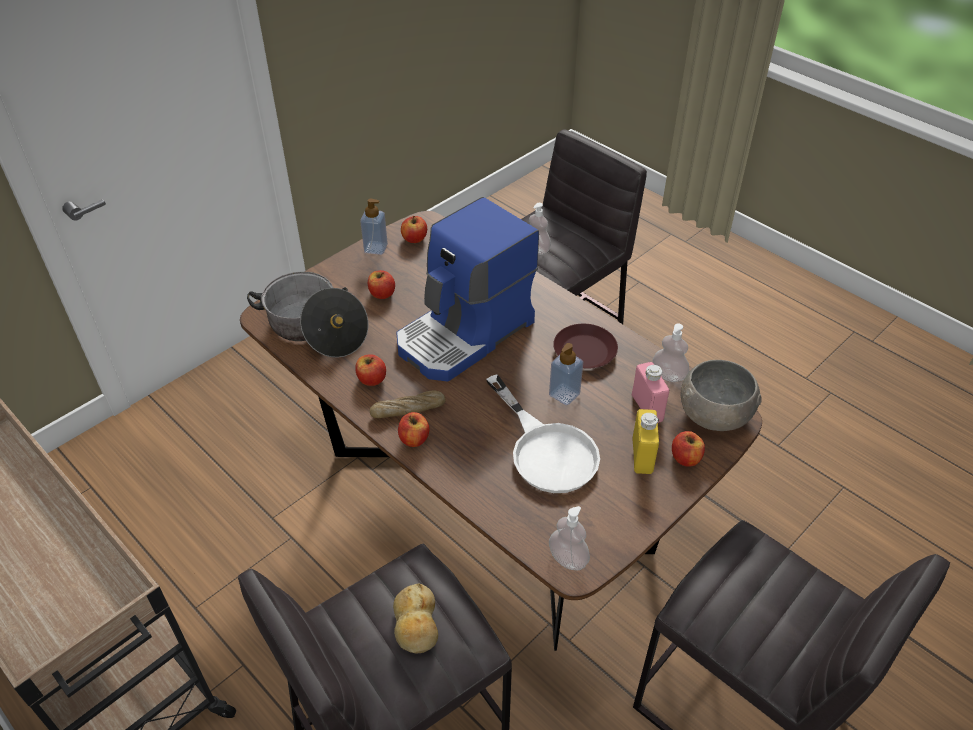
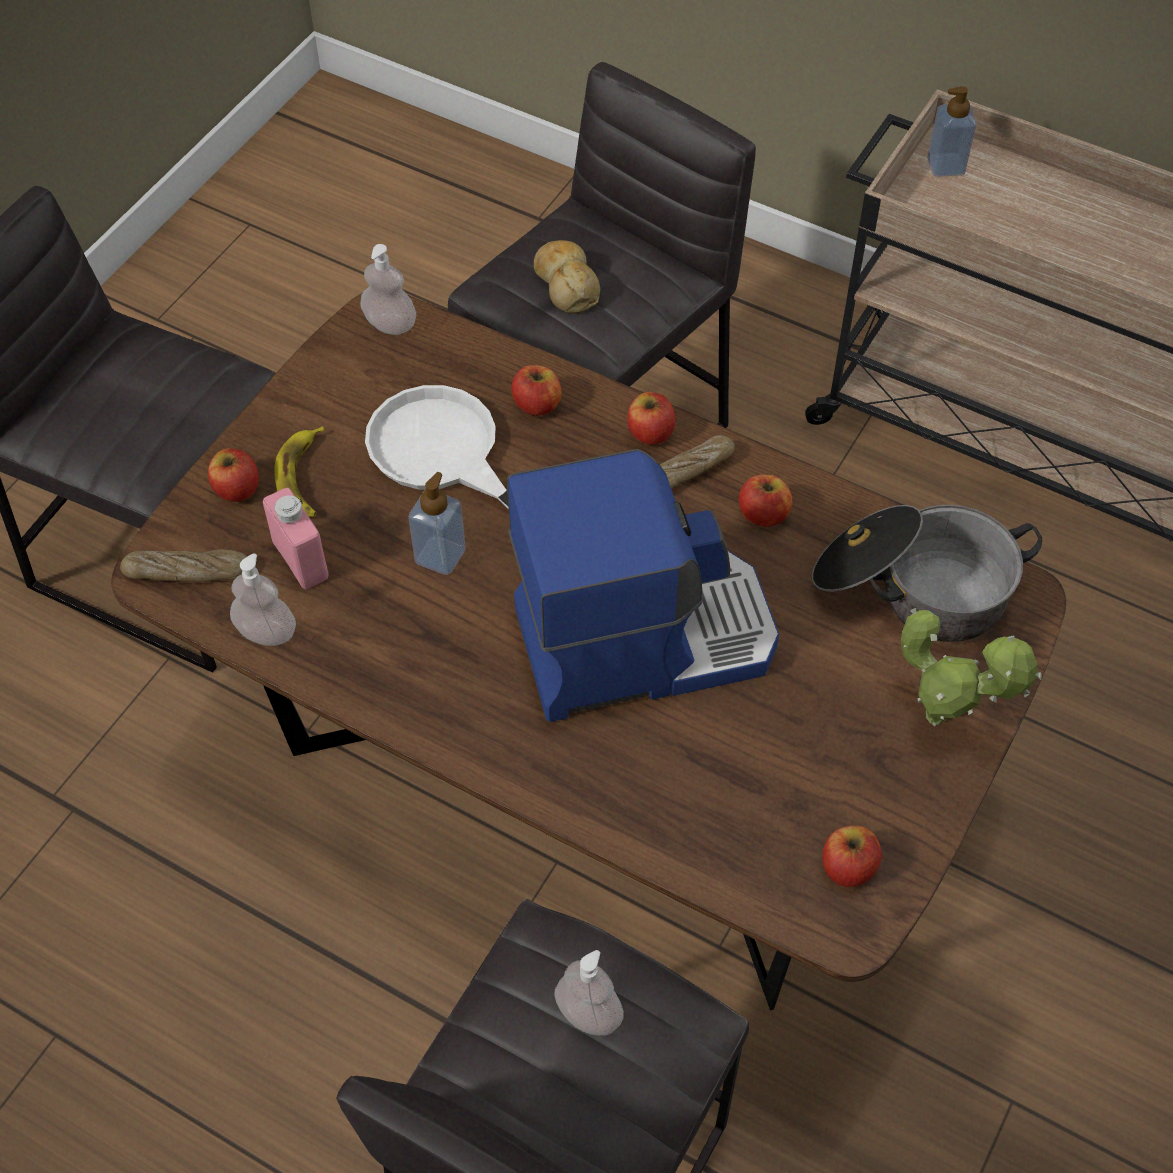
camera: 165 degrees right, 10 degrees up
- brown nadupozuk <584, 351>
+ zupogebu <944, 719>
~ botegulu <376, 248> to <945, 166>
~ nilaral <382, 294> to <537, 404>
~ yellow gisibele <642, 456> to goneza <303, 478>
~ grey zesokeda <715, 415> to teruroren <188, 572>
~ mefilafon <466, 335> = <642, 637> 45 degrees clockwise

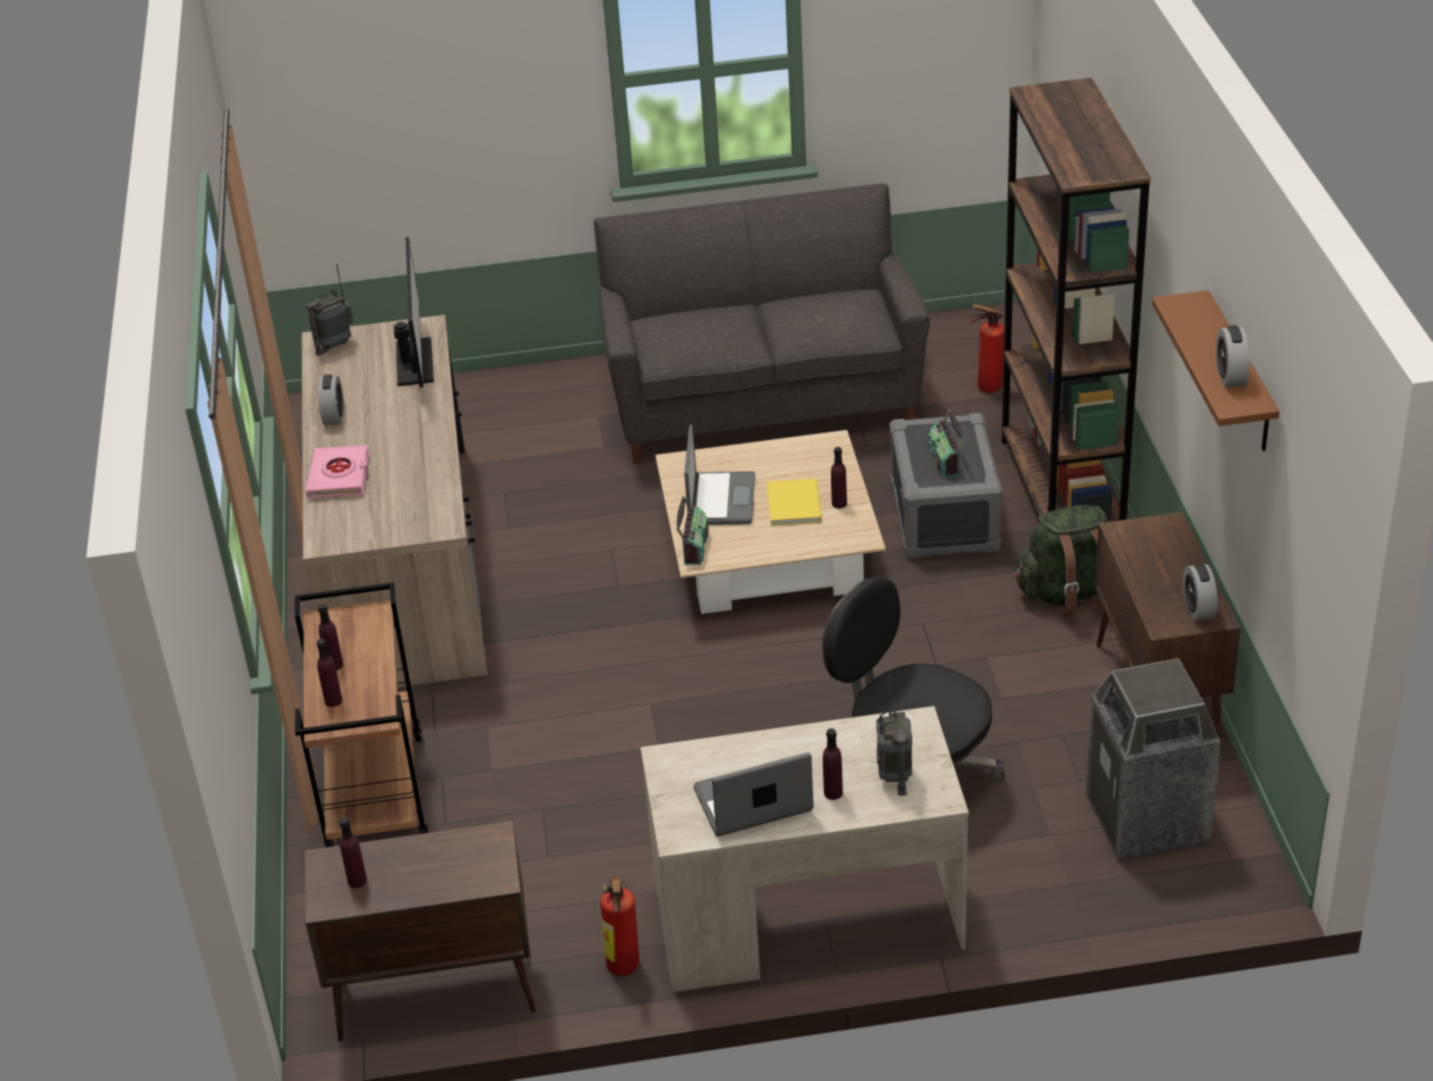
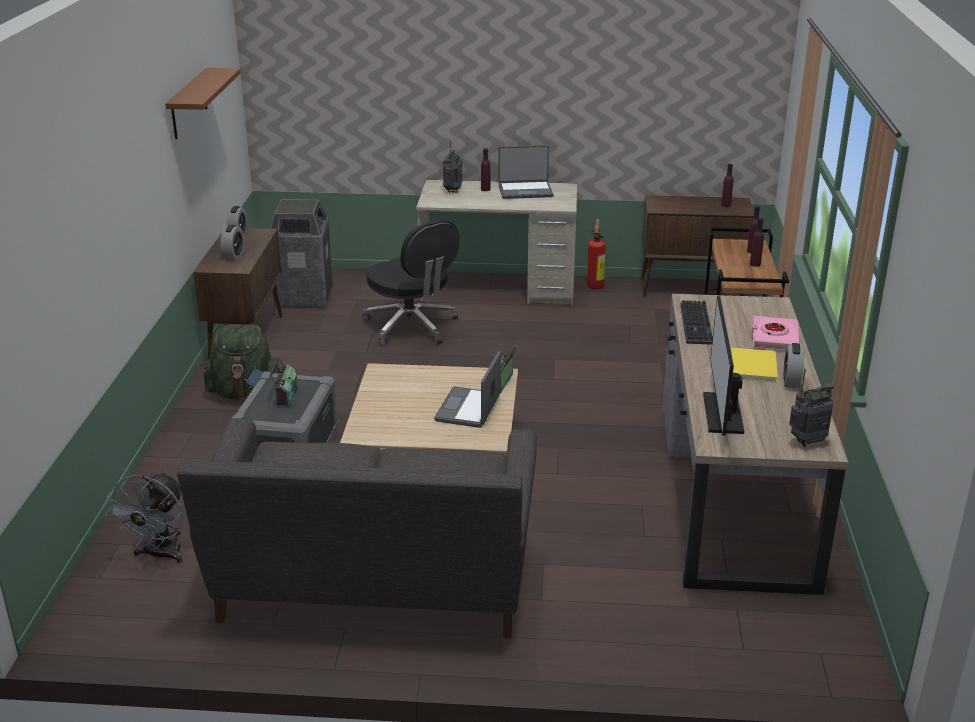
camera: 170 degrees left, 10 degrees down
- purple gisibele <839, 503>
- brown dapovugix <1061, 490>
+ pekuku <698, 325>
~ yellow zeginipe <795, 503> to <751, 368>
~ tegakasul <1230, 376> to <233, 255>
~ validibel <985, 387> to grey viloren <160, 555>

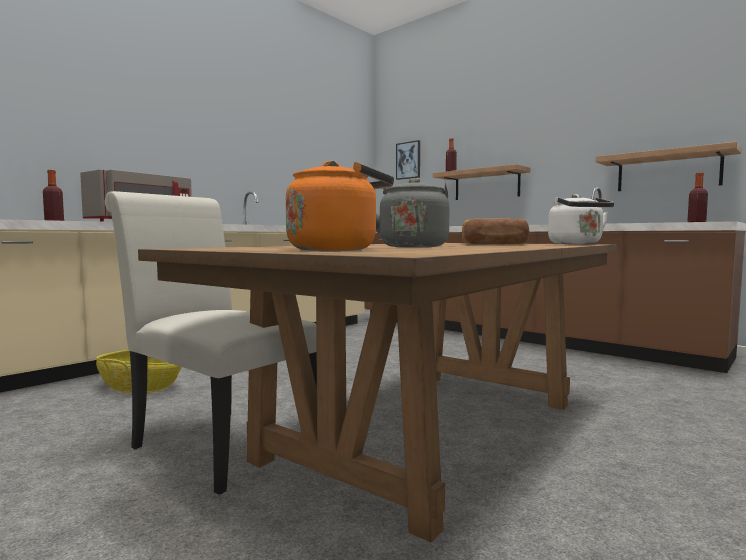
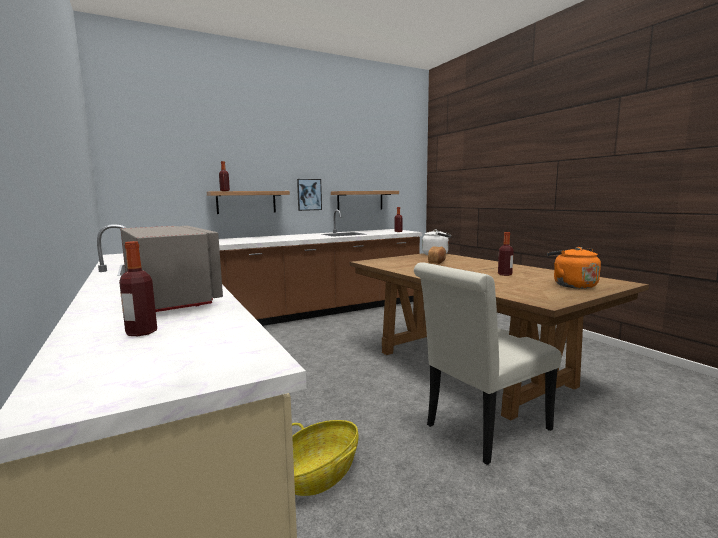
camera: 70 degrees left, 5 degrees up
~ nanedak <408, 160> to <309, 194>
~ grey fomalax <413, 246> to gisibele <504, 274>

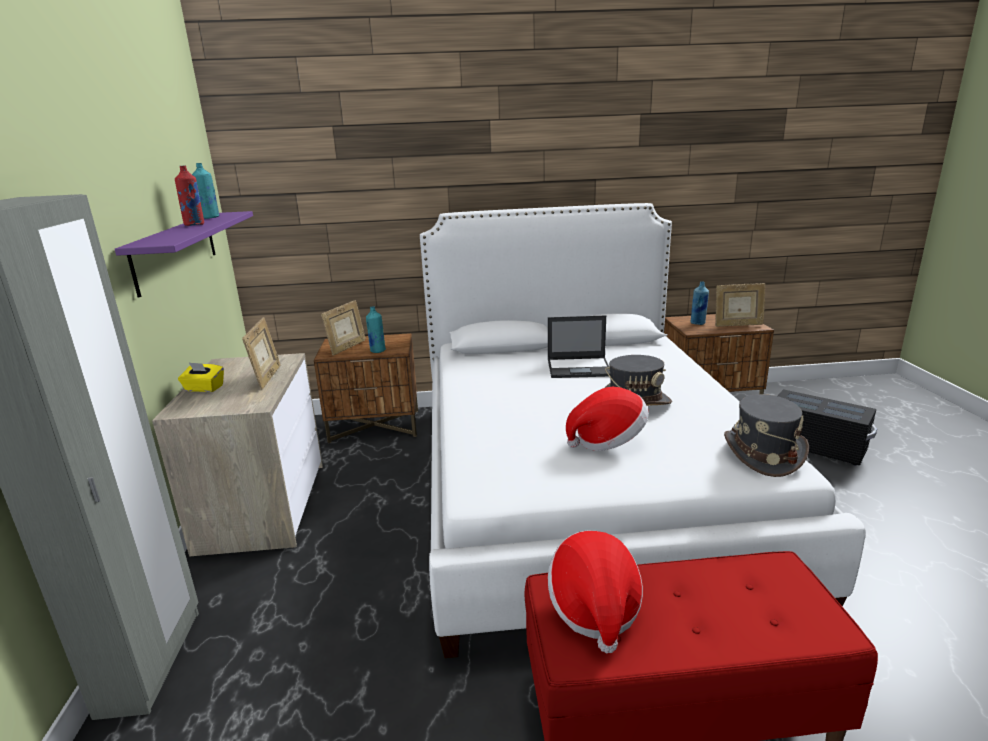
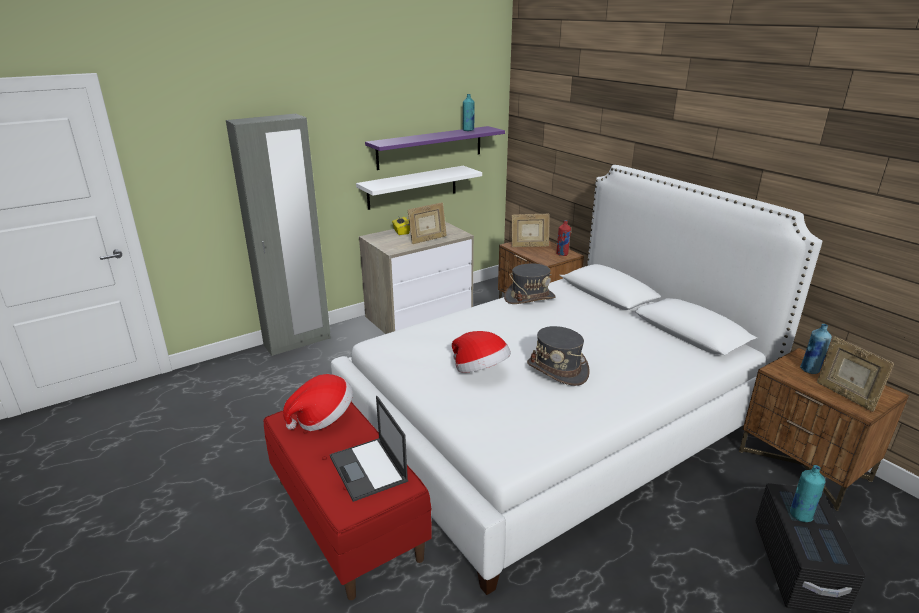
camera: 60 degrees right, 5 degrees up
+ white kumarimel <412, 187>
~ red gisibele <194, 225> to <562, 254>
~ turquoise gisibele <377, 351> to <800, 515>
~ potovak <579, 368> to <369, 469>
~ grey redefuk <763, 454> to <529, 298>

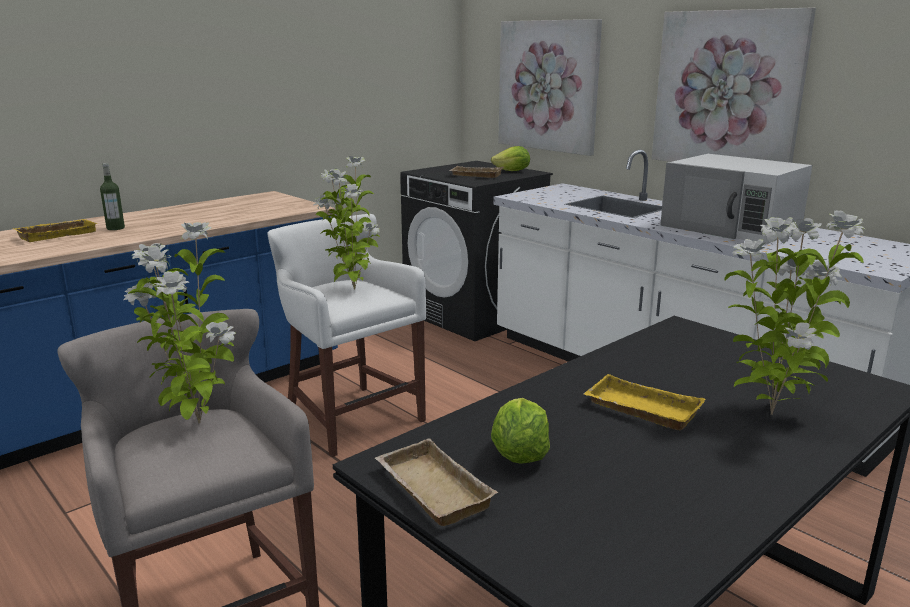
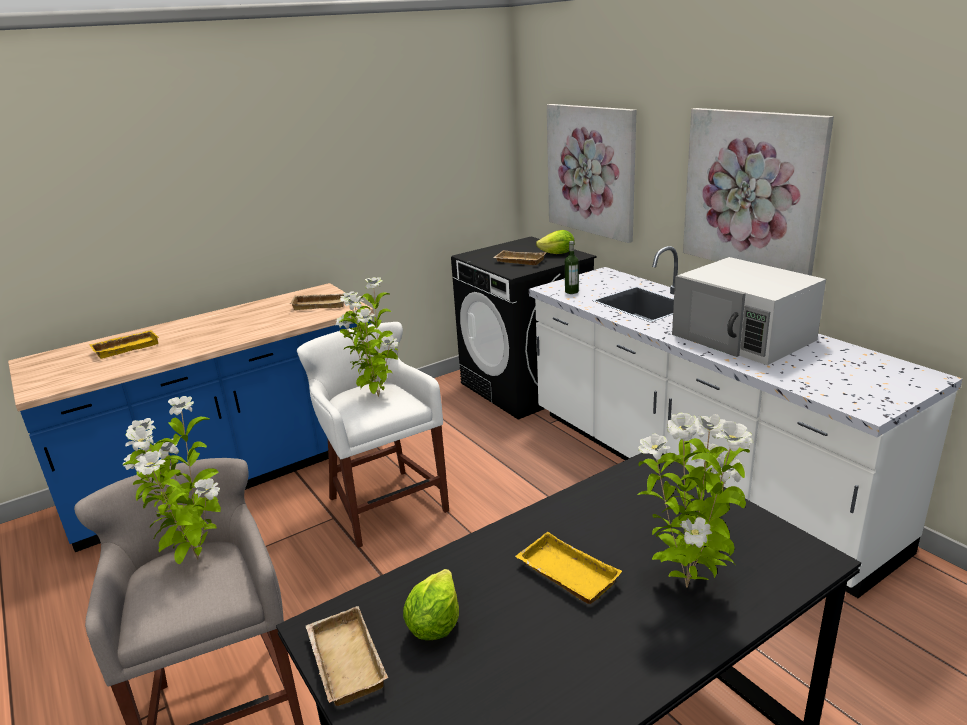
camera: 10 degrees right, 5 degrees up
+ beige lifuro <320, 304>
~ gisibele <115, 228> to <571, 291>

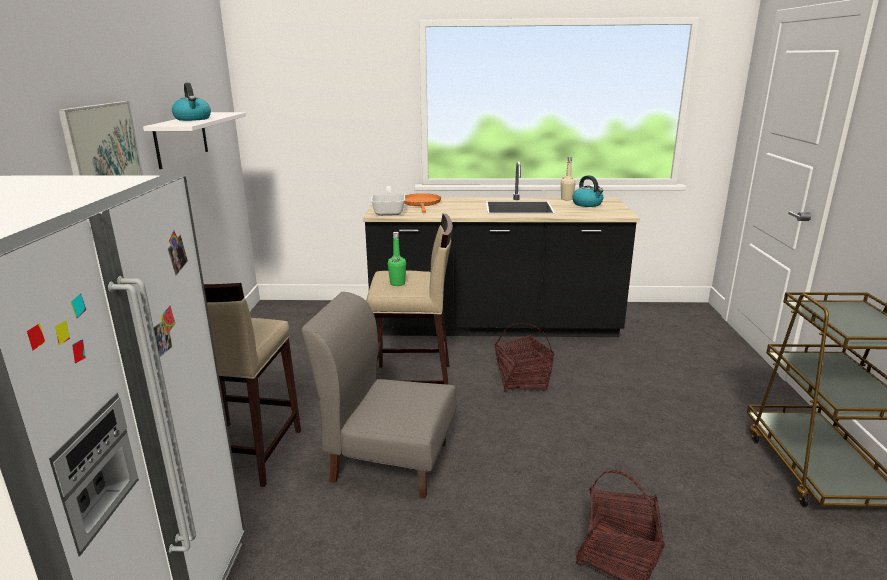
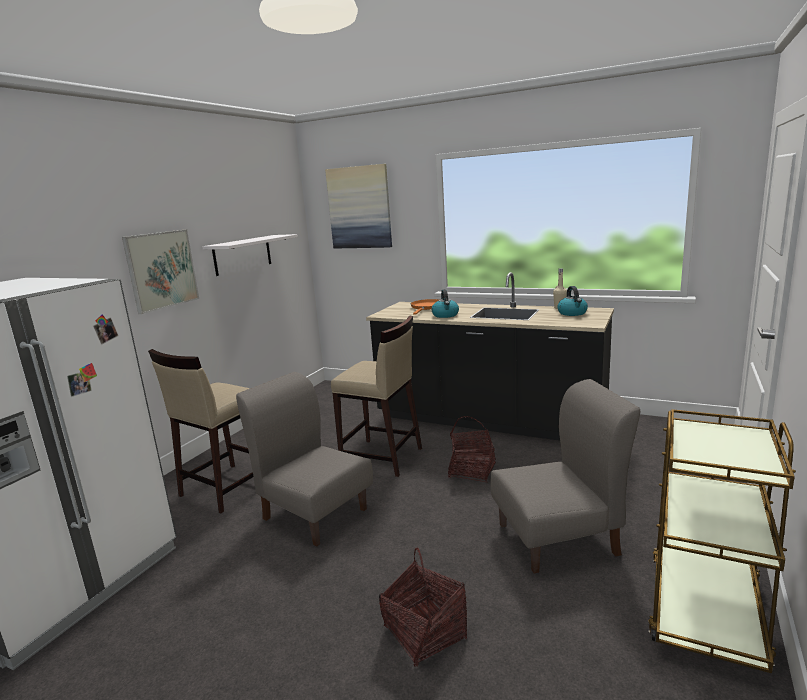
camera: 25 degrees right, 5 degrees down
- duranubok <389, 211>
- green gisibele <397, 283>
+ nanedak <359, 207>
+ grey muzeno <558, 539>
~ fomalax <193, 119> to <445, 315>

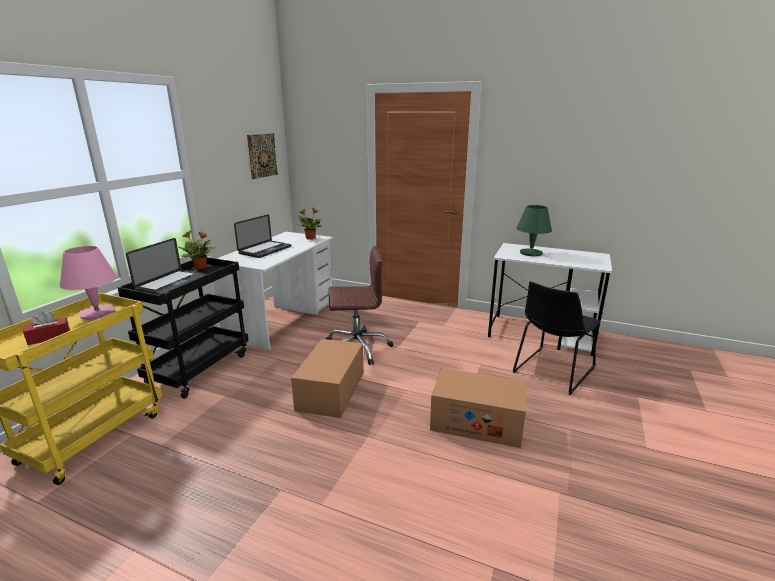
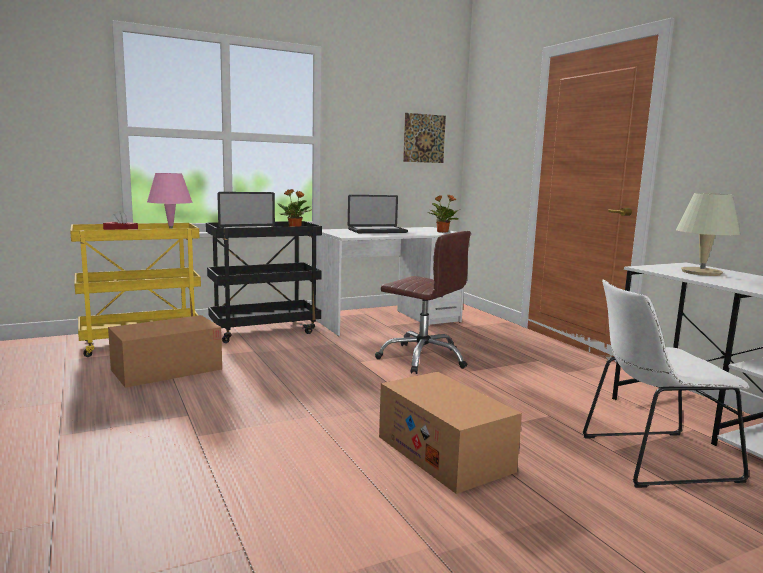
camera: 40 degrees right, 10 degrees down
~ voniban <331, 391> to <167, 369>
~ black muzeno <552, 371> to white muzeno <652, 458>
~ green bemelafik <530, 253> to beige bemelafik <701, 272>

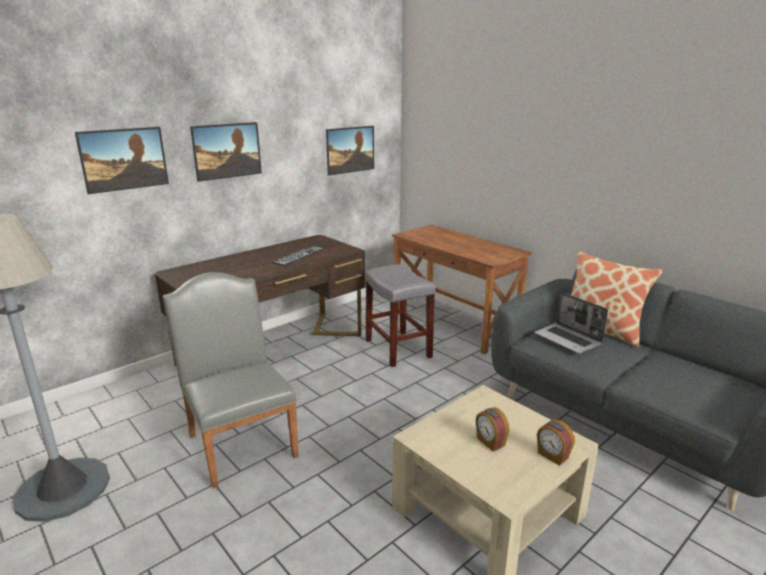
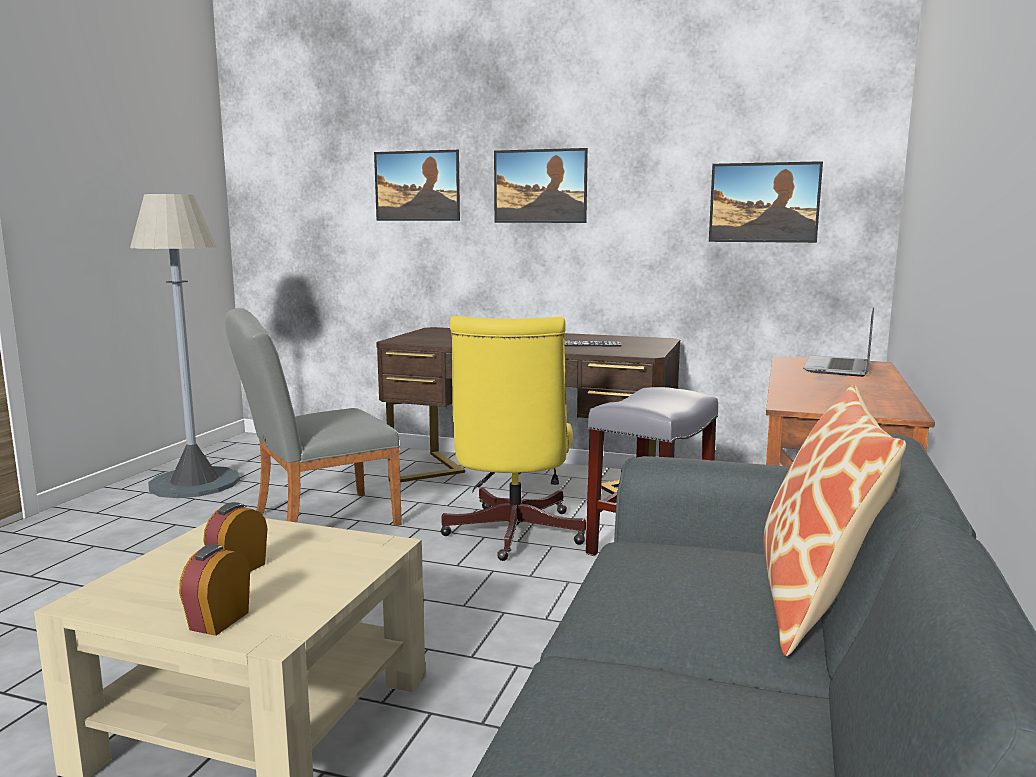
camera: 60 degrees right, 10 degrees down
+ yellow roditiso <512, 535>
~ potovak <568, 339> to <838, 368>
~ grey muzeno <240, 441> = <316, 521> 150 degrees counterclockwise

